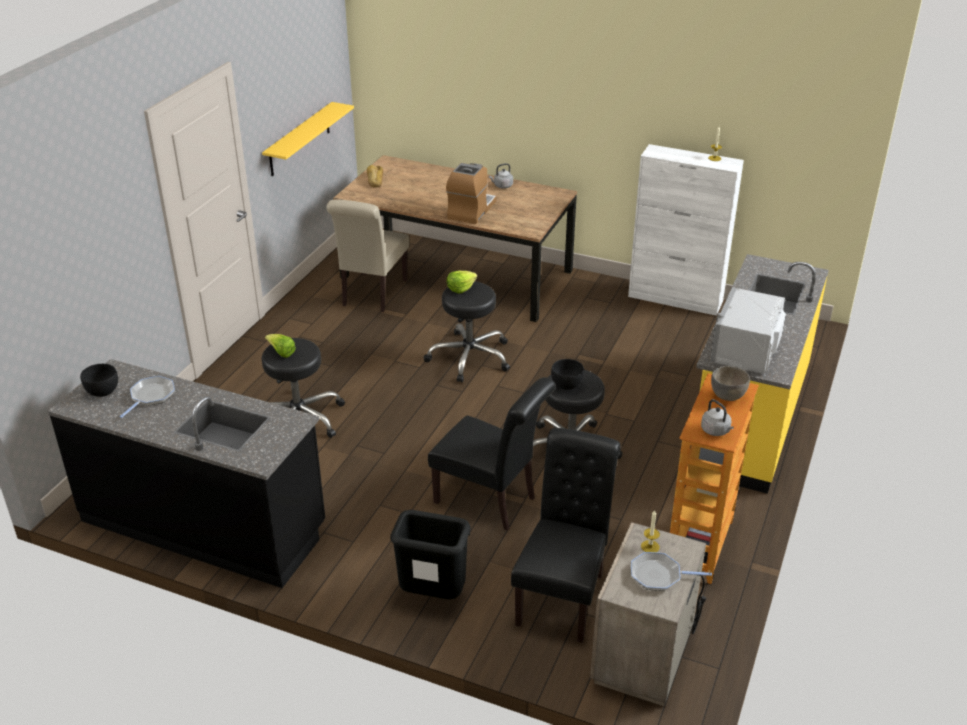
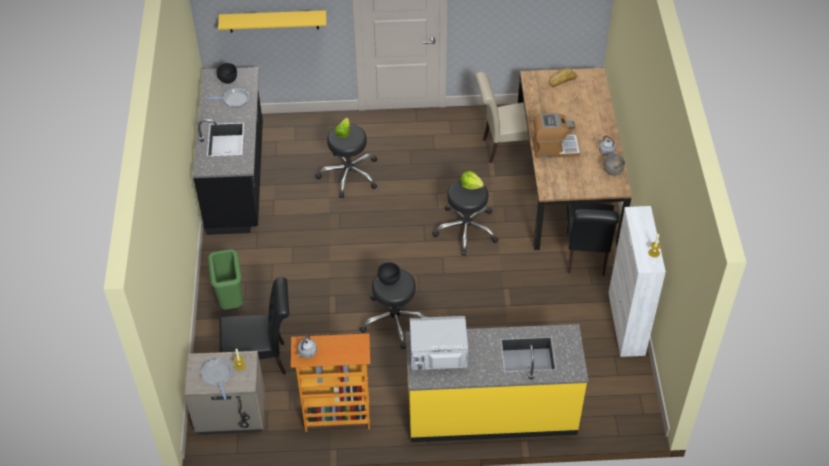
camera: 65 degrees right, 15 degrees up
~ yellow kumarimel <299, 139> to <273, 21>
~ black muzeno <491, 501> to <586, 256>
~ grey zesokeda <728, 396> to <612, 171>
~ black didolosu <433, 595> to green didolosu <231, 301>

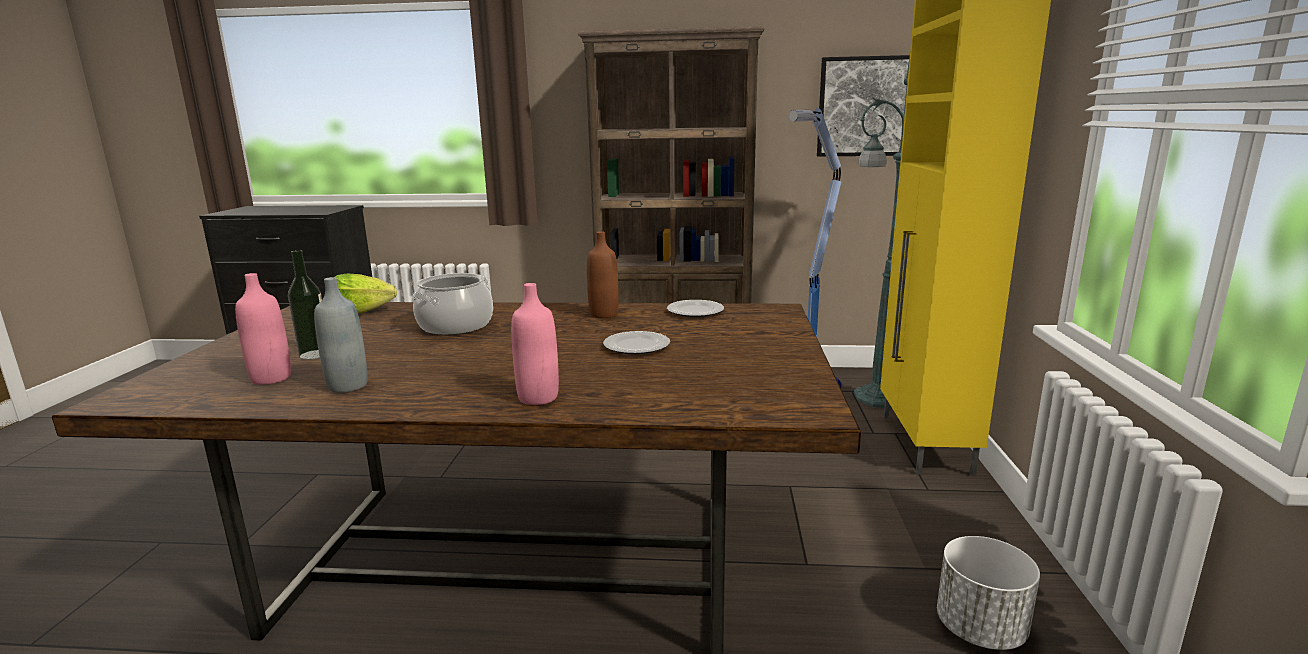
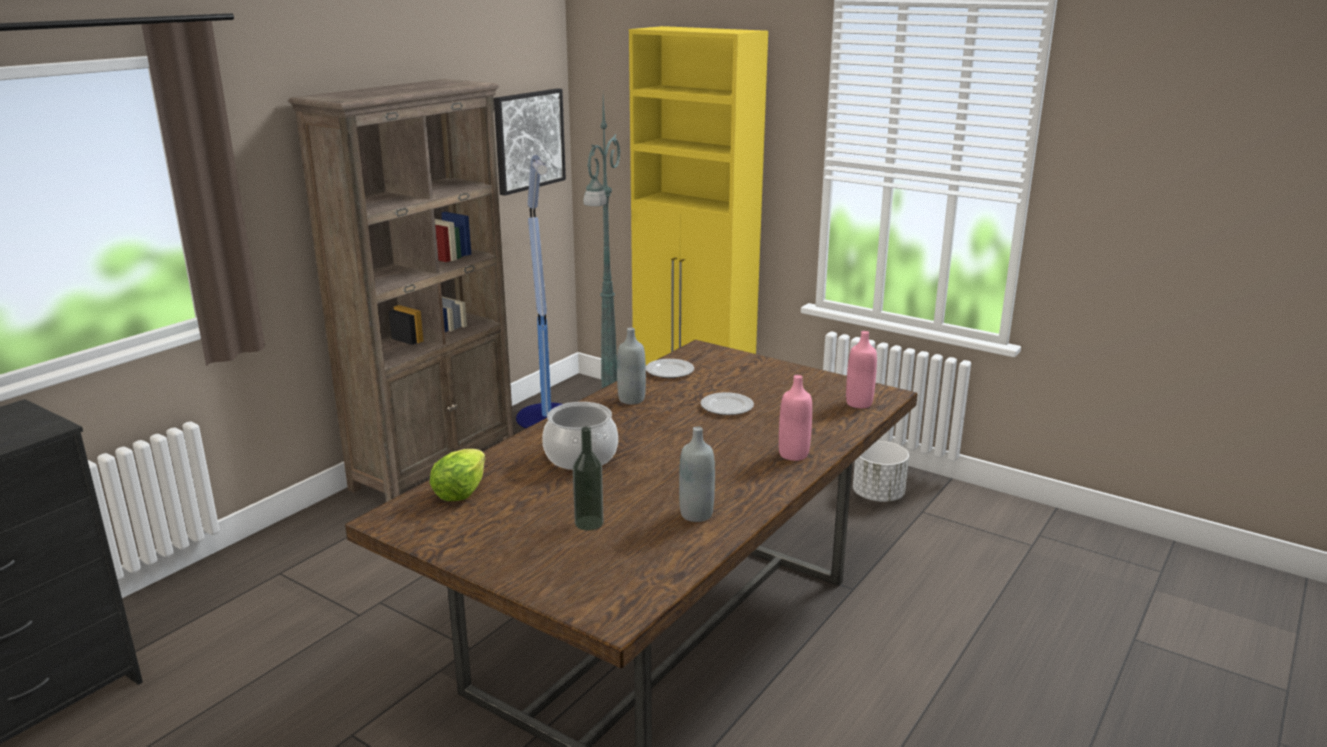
camera: 60 degrees left, 5 degrees up
~ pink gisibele <271, 378> to <859, 403>
~ brown gisibele <604, 314> to grey gisibele <631, 399>

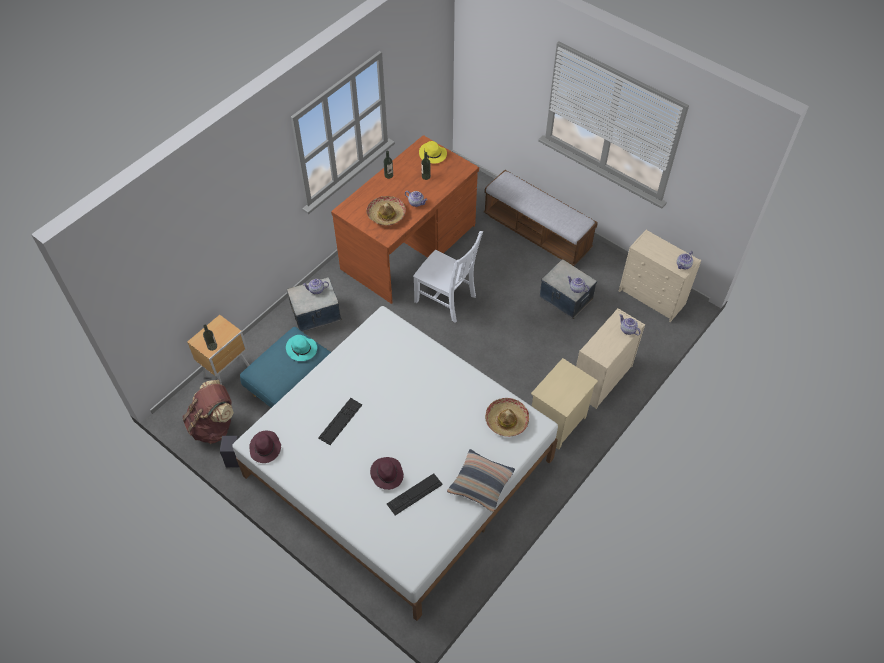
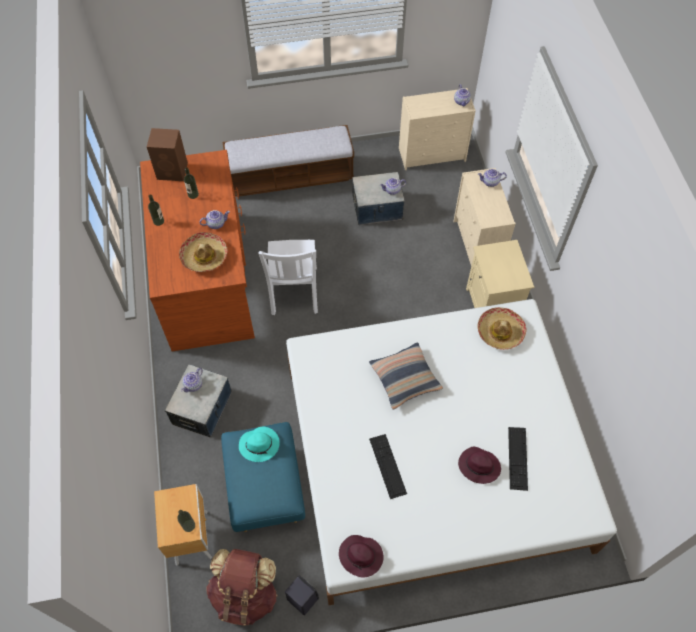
camera: 50 degrees left, 5 degrees up
~ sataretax <481, 483> to <405, 379>
~ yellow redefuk <433, 155> to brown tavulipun <173, 171>
~ white muzeno <447, 300> = <294, 292> 105 degrees clockwise

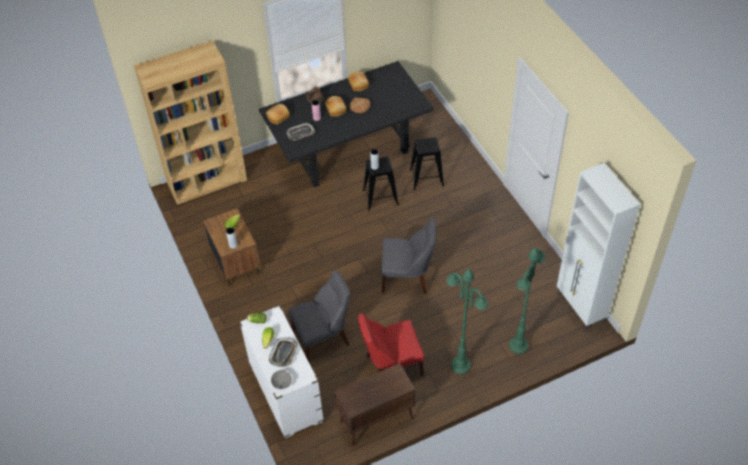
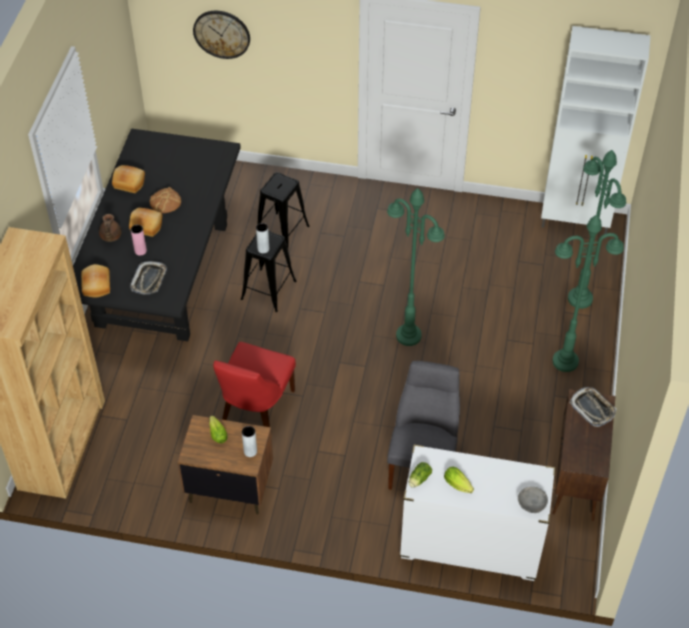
camera: 55 degrees left, 0 degrees up
+ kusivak <222, 34>
~ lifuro <284, 354> to <592, 408>
~ red muzeno <391, 366> to <255, 410>
~ grey muzeno <407, 278> to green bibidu <409, 336>

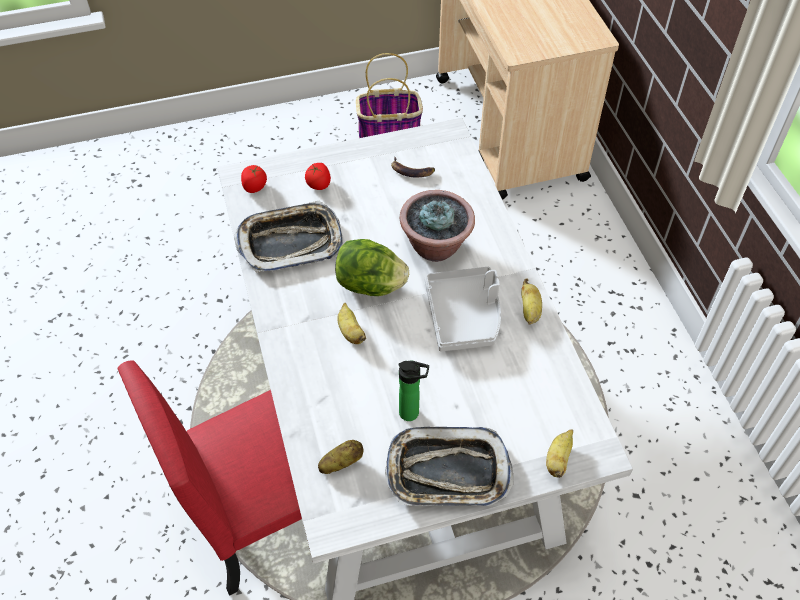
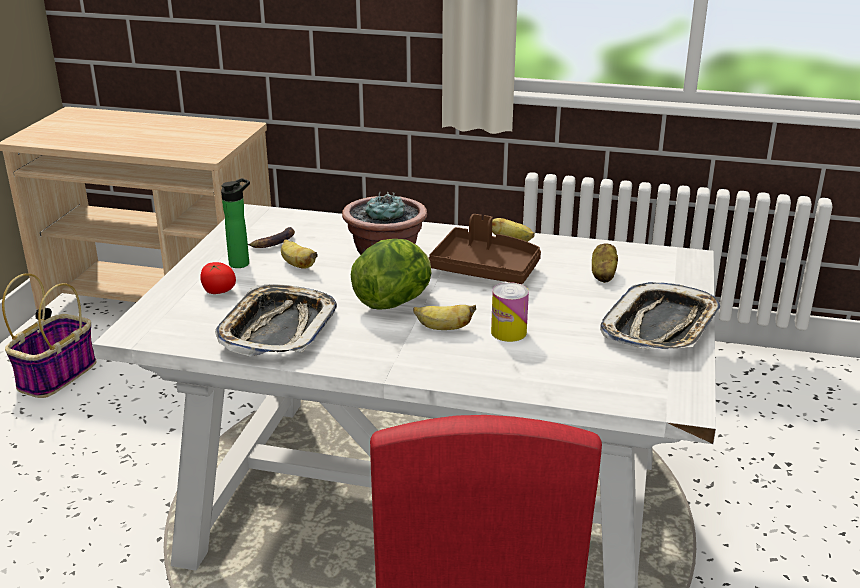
camera: 60 degrees left, 25 degrees down
- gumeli <254, 187>
+ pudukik <508, 332>
~ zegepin <341, 463> to <603, 275>
~ gisibele <412, 413> to <242, 263>
~ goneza <558, 459> to <297, 265>
~ grey lifuro <464, 316> to brown lifuro <485, 269>

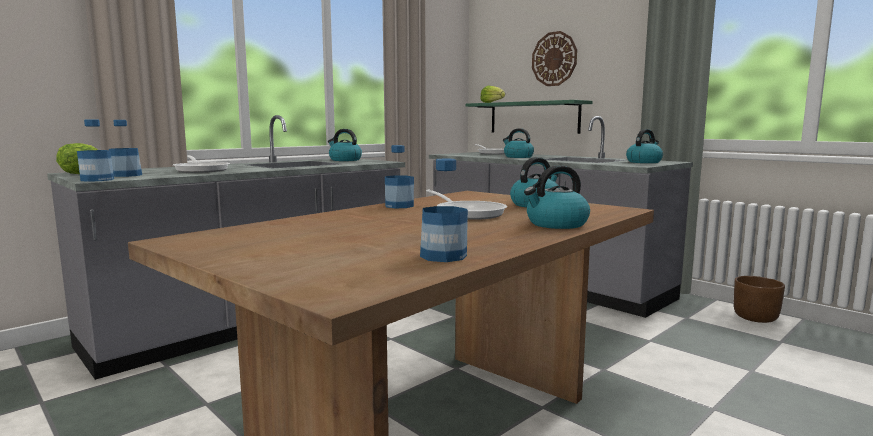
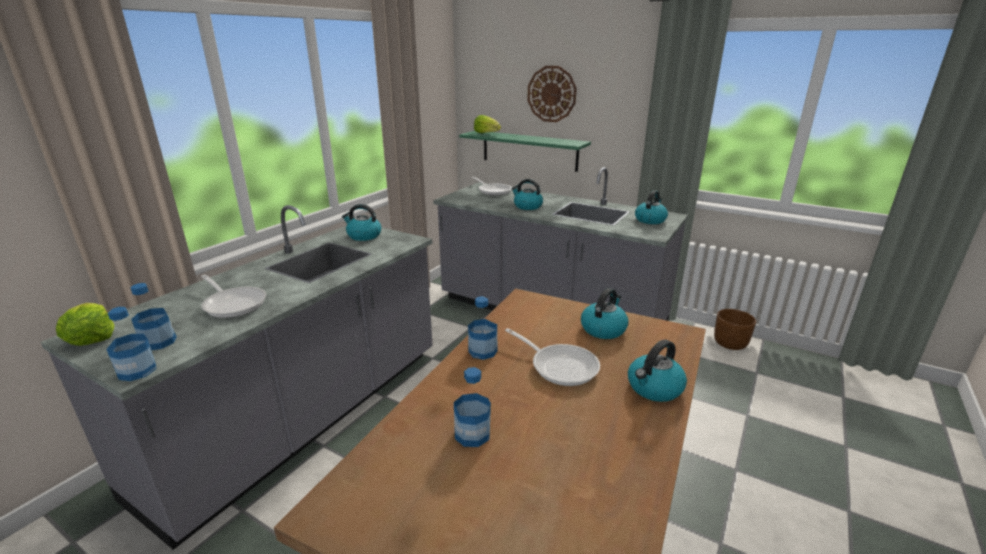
camera: 15 degrees left, 15 degrees up
~ gisibele <443, 256> to <472, 434>

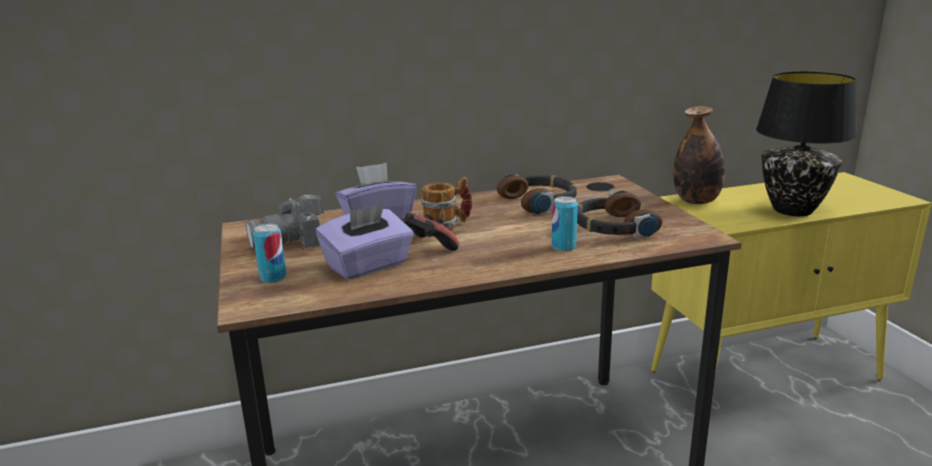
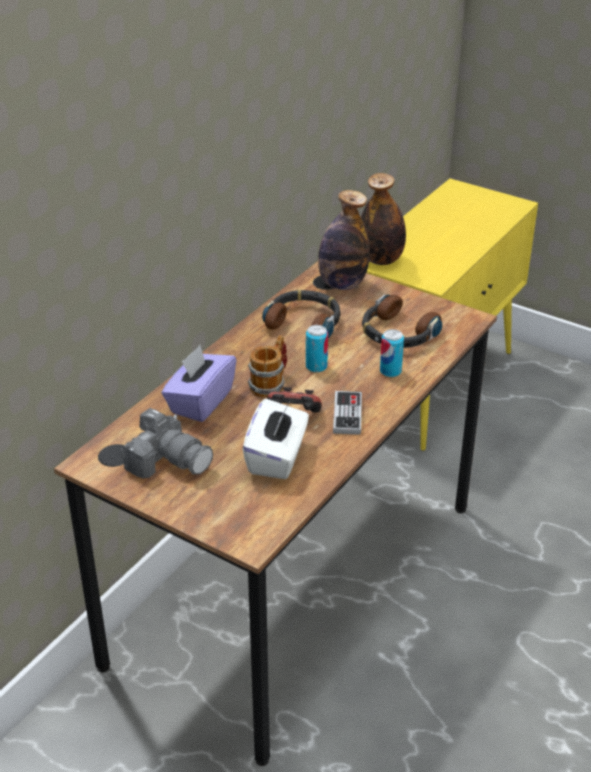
camera: 40 degrees left, 15 degrees up
- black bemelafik <791, 210>
+ gisibele <342, 284>
+ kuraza <347, 414>
~ pudukik <273, 278> to <316, 367>
~ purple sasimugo <368, 266> to white sasimugo <277, 458>
~ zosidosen <292, 241> = <168, 460> 75 degrees counterclockwise

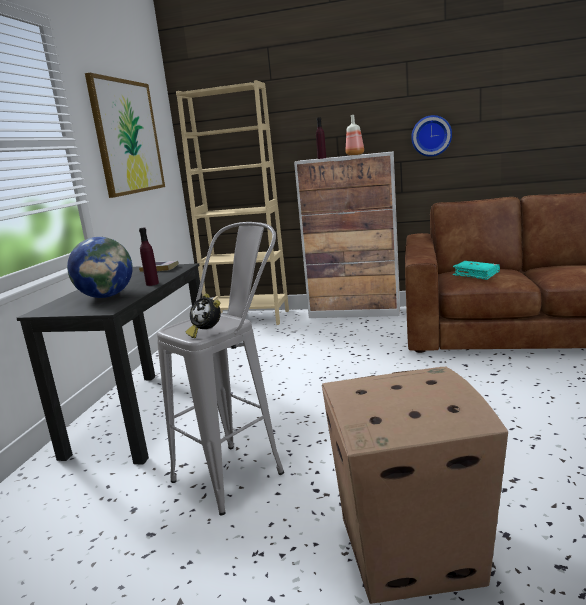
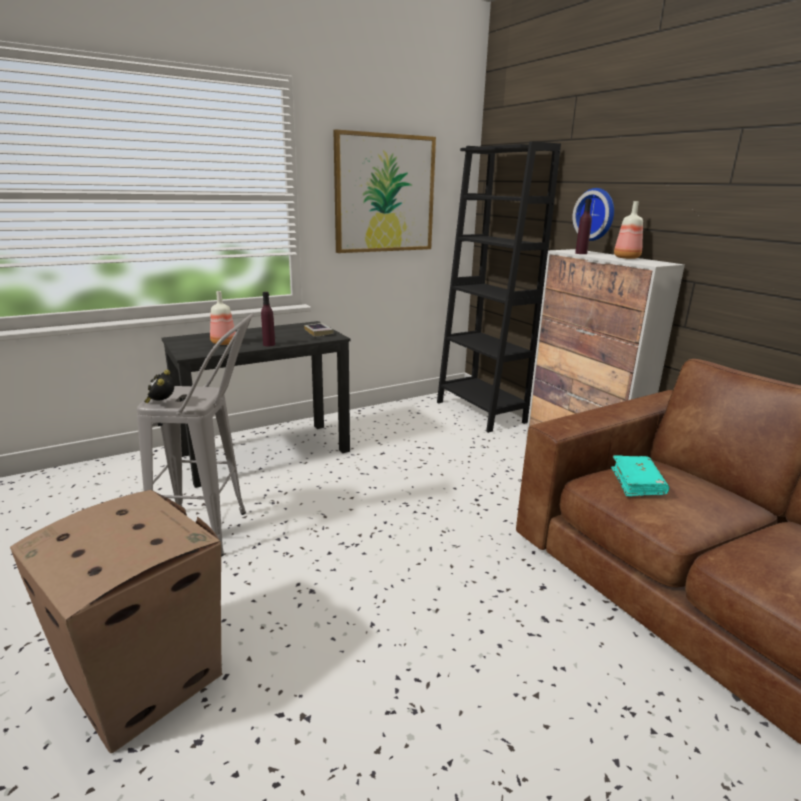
camera: 45 degrees right, 5 degrees up
~ kusivak <431, 136> to <596, 214>
~ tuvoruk <106, 296> to gisibele <224, 343>
~ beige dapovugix <248, 318> to black dapovugix <480, 412>

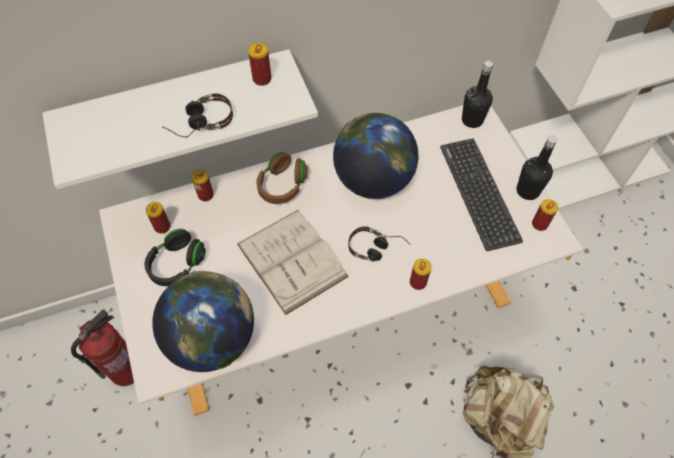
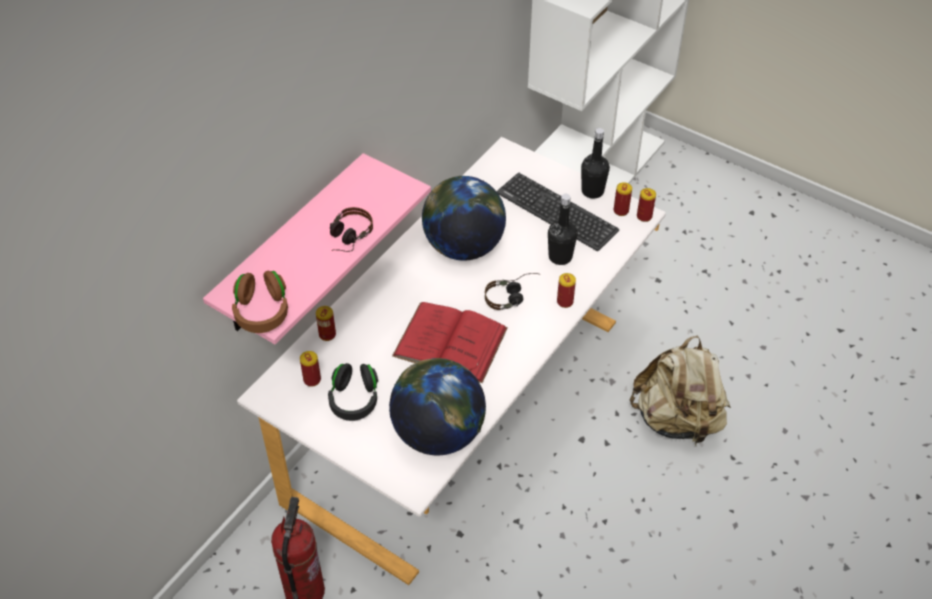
camera: 35 degrees left, 10 degrees down
~ pudukik <262, 79> to <644, 216>
~ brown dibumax <282, 186> to <262, 312>
~ black gisibele <472, 120> to <560, 257>
~ white kumarimel <178, 105> to pink kumarimel <291, 247>
~ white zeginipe <292, 260> to red zeginipe <450, 342>

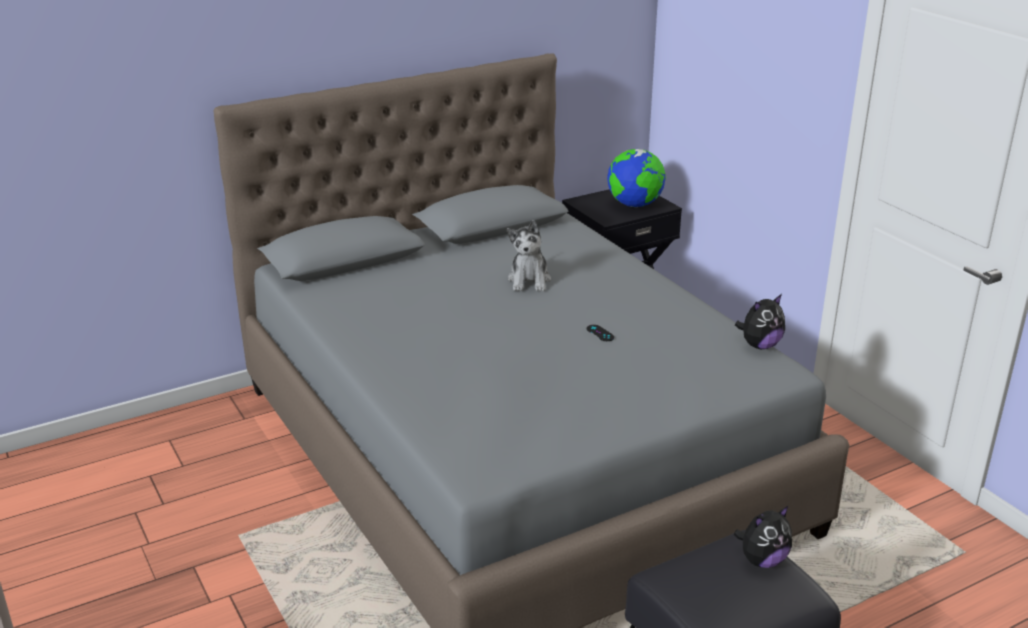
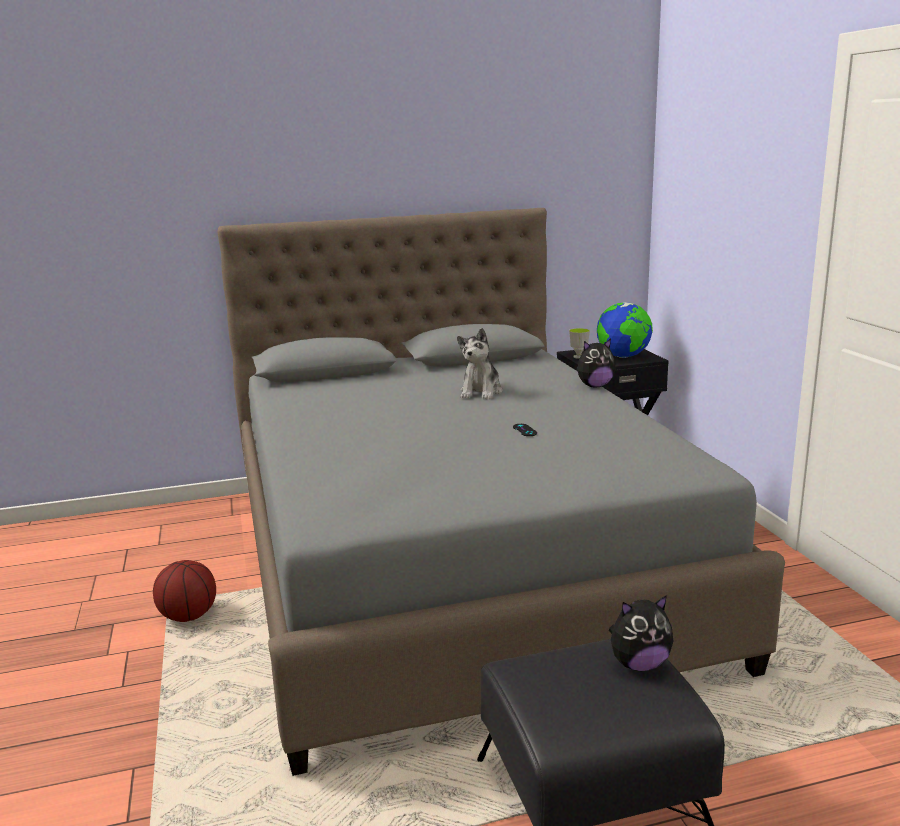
camera: 15 degrees right, 10 degrees down
+ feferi <188, 616>
+ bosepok <579, 357>
~ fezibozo <759, 345> to <594, 386>

